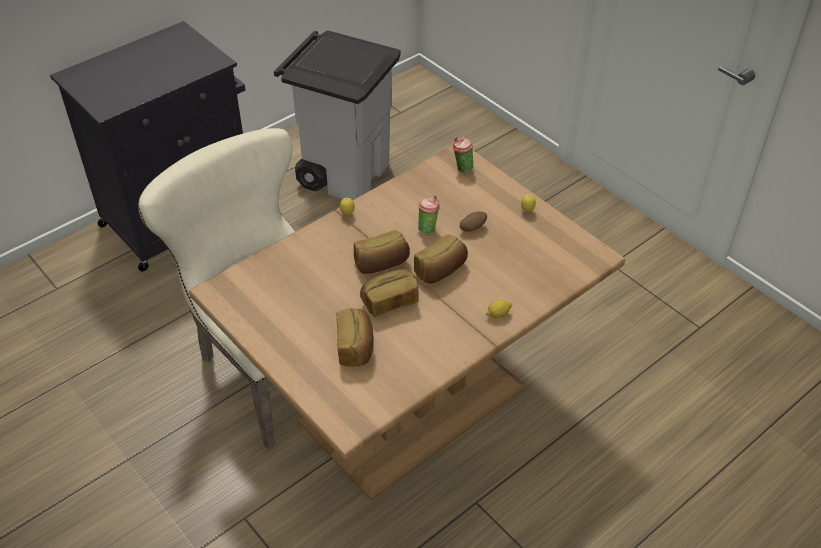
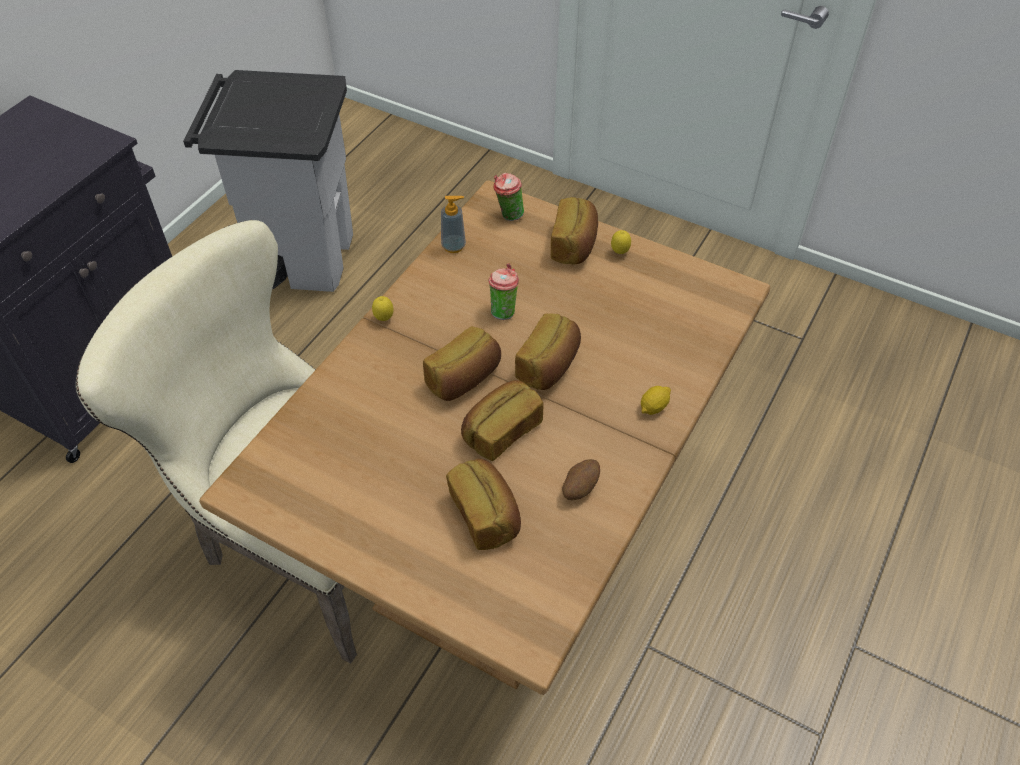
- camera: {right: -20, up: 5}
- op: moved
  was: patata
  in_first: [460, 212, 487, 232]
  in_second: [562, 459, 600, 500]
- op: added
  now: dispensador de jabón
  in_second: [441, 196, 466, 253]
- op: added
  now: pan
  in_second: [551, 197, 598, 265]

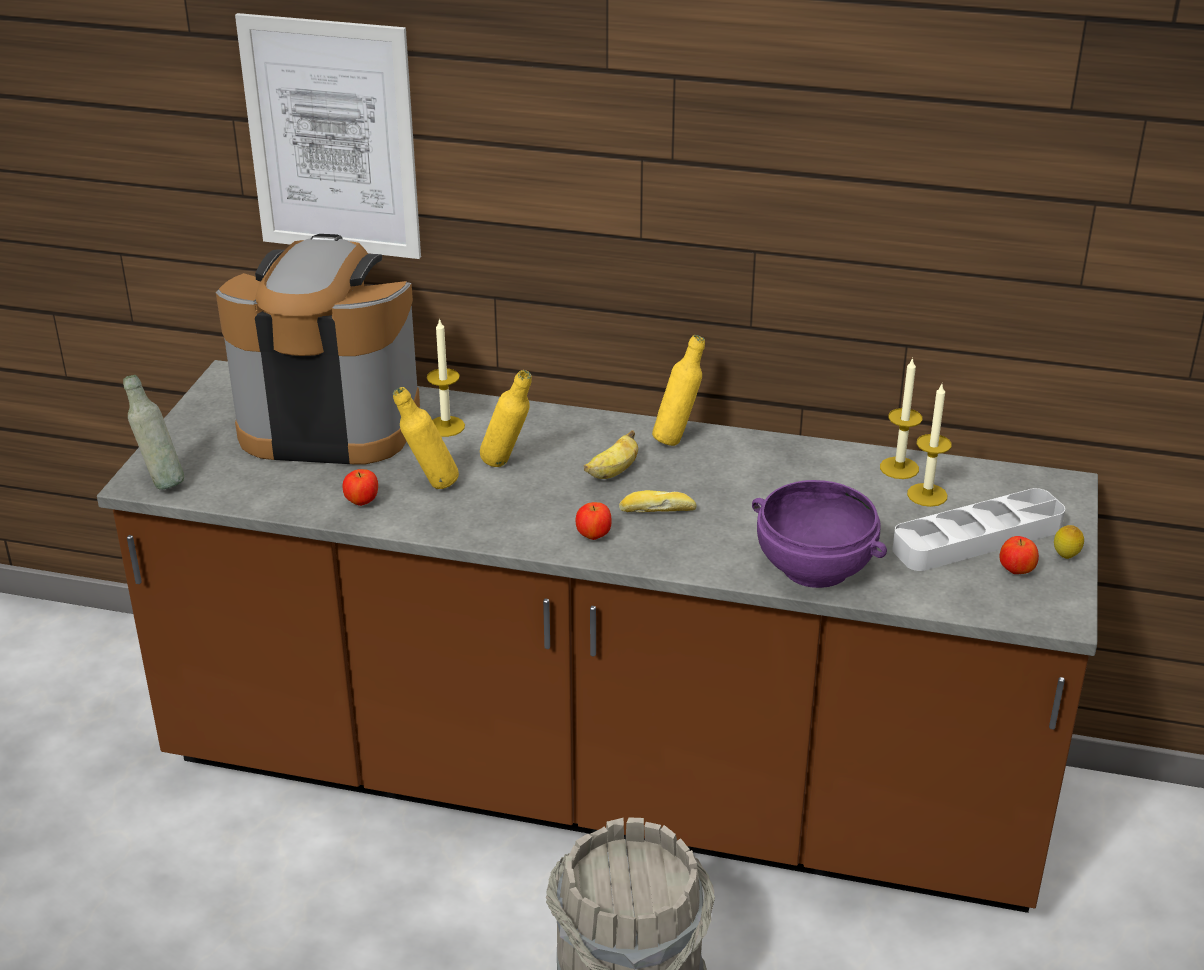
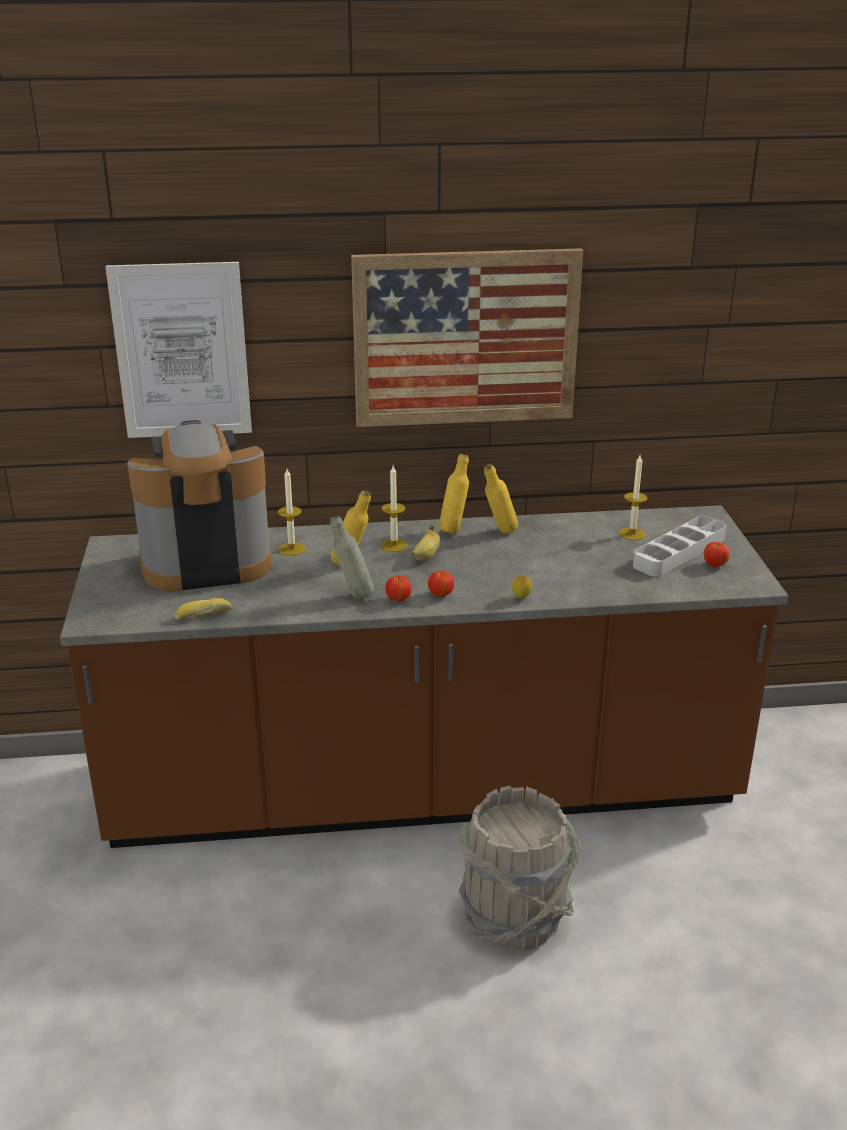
- camera: {right: -20, up: -5}
- op: moved
  was: vela
  in_first: [880, 357, 922, 479]
  in_second: [381, 466, 408, 552]
- op: moved
  was: botella [gris]
  in_first: [123, 375, 184, 490]
  in_second: [330, 516, 374, 599]
- op: moved
  was: botella [amarillo]
  in_first: [393, 387, 459, 489]
  in_second: [484, 464, 518, 534]
- op: moved
  was: manzana
  in_first: [343, 469, 378, 506]
  in_second: [385, 575, 411, 602]
- op: removed
  was: cuenco [morado]
  in_first: [752, 480, 887, 588]
- op: moved
  was: pan
  in_first: [619, 490, 697, 512]
  in_second: [174, 598, 232, 620]
- op: moved
  was: limón
  in_first: [1054, 525, 1084, 559]
  in_second: [512, 575, 532, 599]
- op: added
  now: cuadro
  in_second: [351, 248, 583, 427]

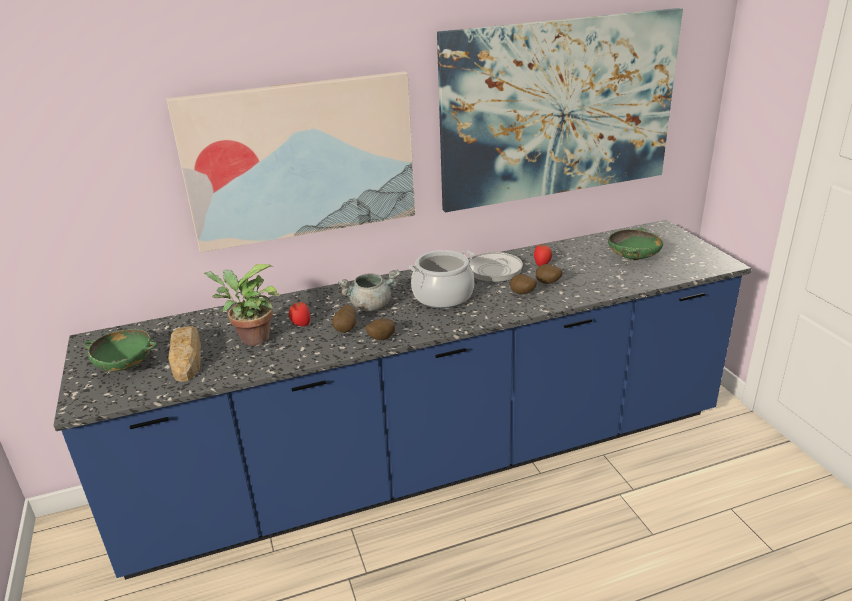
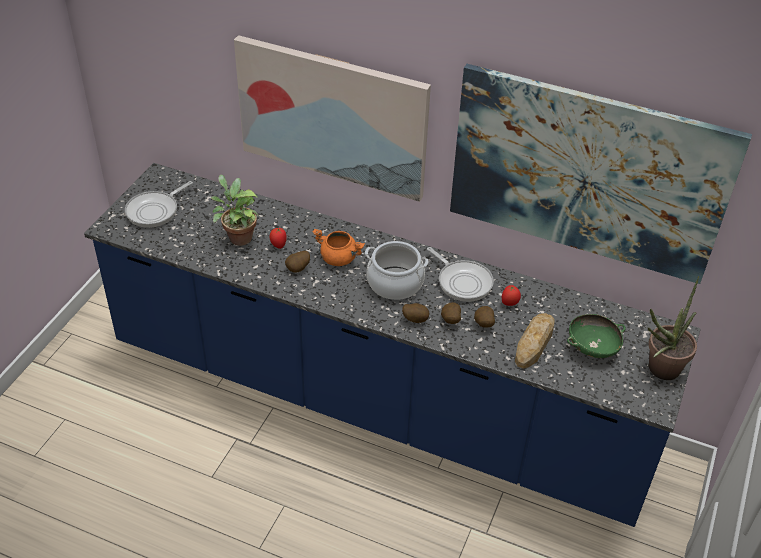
- camera: {right: 40, up: 15}
- op: recoloured
  was: olla [gris]
  now: olla [naranja]
  in_first: [338, 270, 400, 311]
  in_second: [312, 229, 365, 266]
- op: moved
  was: patata
  in_first: [366, 318, 396, 340]
  in_second: [402, 303, 429, 323]
- op: moved
  was: pan
  in_first: [168, 326, 201, 382]
  in_second: [515, 313, 555, 369]
- op: replaced
  was: cuenco [verde]
  now: sartén
  in_first: [84, 329, 157, 372]
  in_second: [125, 181, 193, 228]
- op: added
  now: planta en maceta
  in_second: [648, 276, 699, 380]

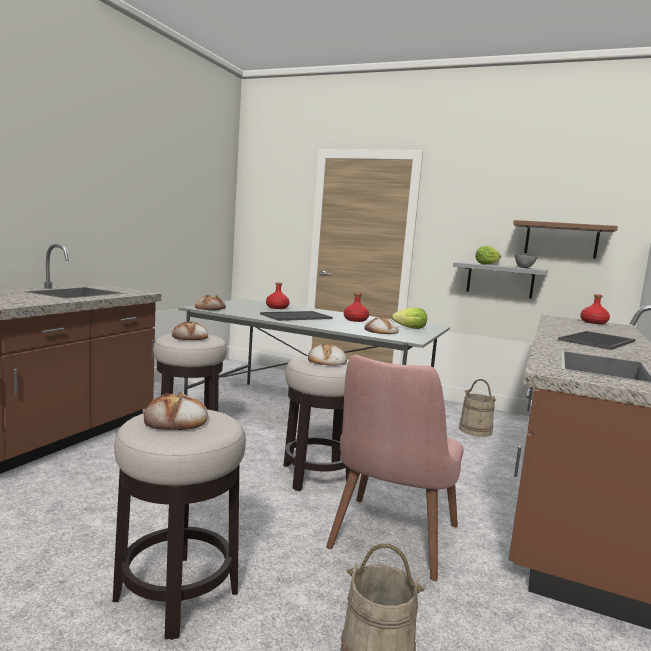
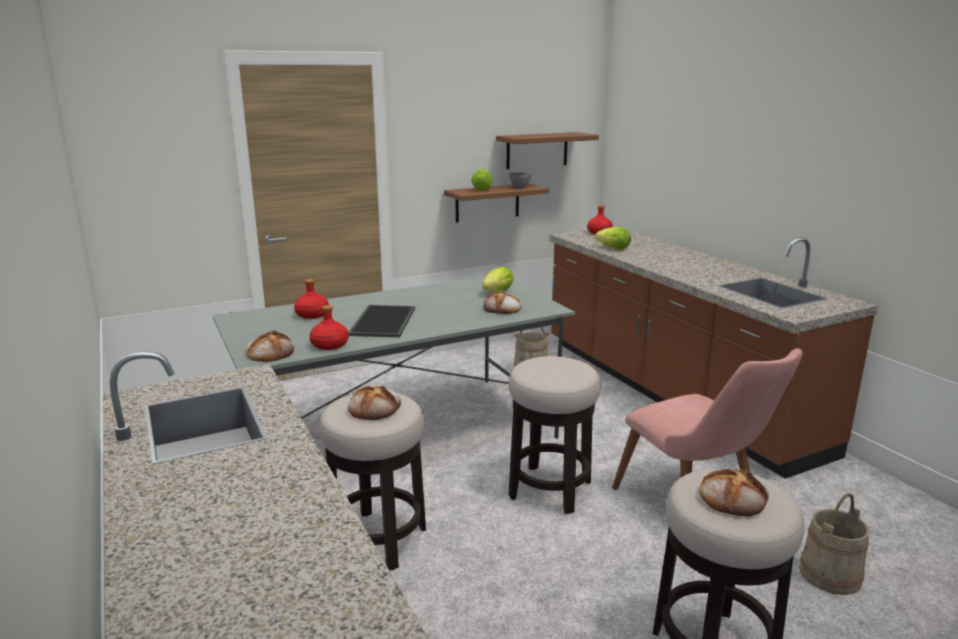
- camera: {right: -50, up: 10}
- op: recoloured
  was: estante [gris]
  now: estante [marrón]
  in_first: [453, 262, 548, 298]
  in_second: [444, 183, 549, 223]
- op: moved
  was: botella [rojo]
  in_first: [344, 293, 369, 322]
  in_second: [309, 305, 349, 350]
- op: removed
  was: bandeja
  in_first: [558, 331, 635, 350]
- op: removed
  was: pan
  in_first: [308, 343, 347, 366]
- op: added
  now: lechuga
  in_second: [595, 227, 631, 249]

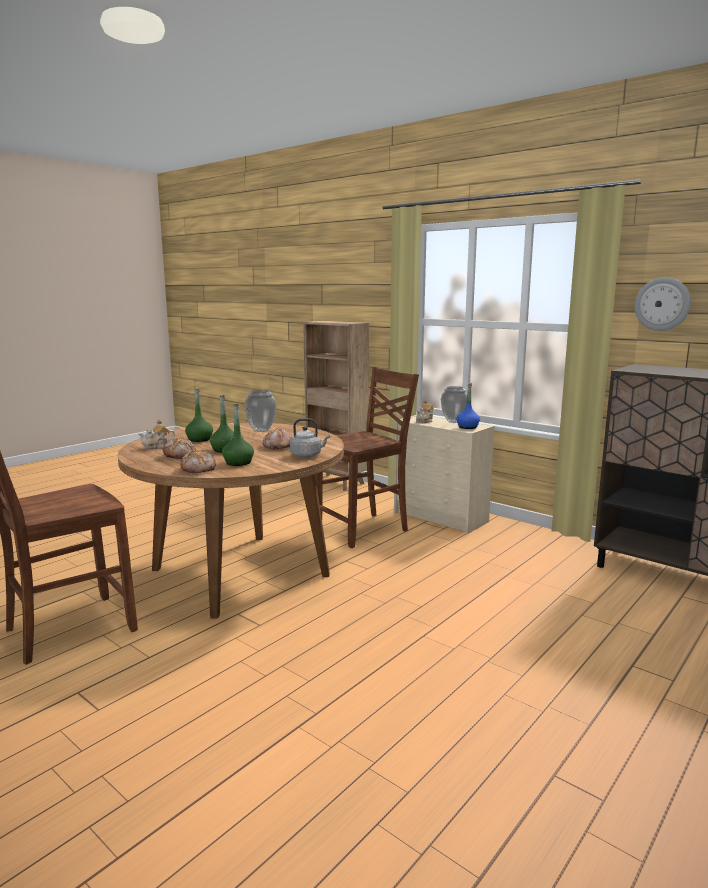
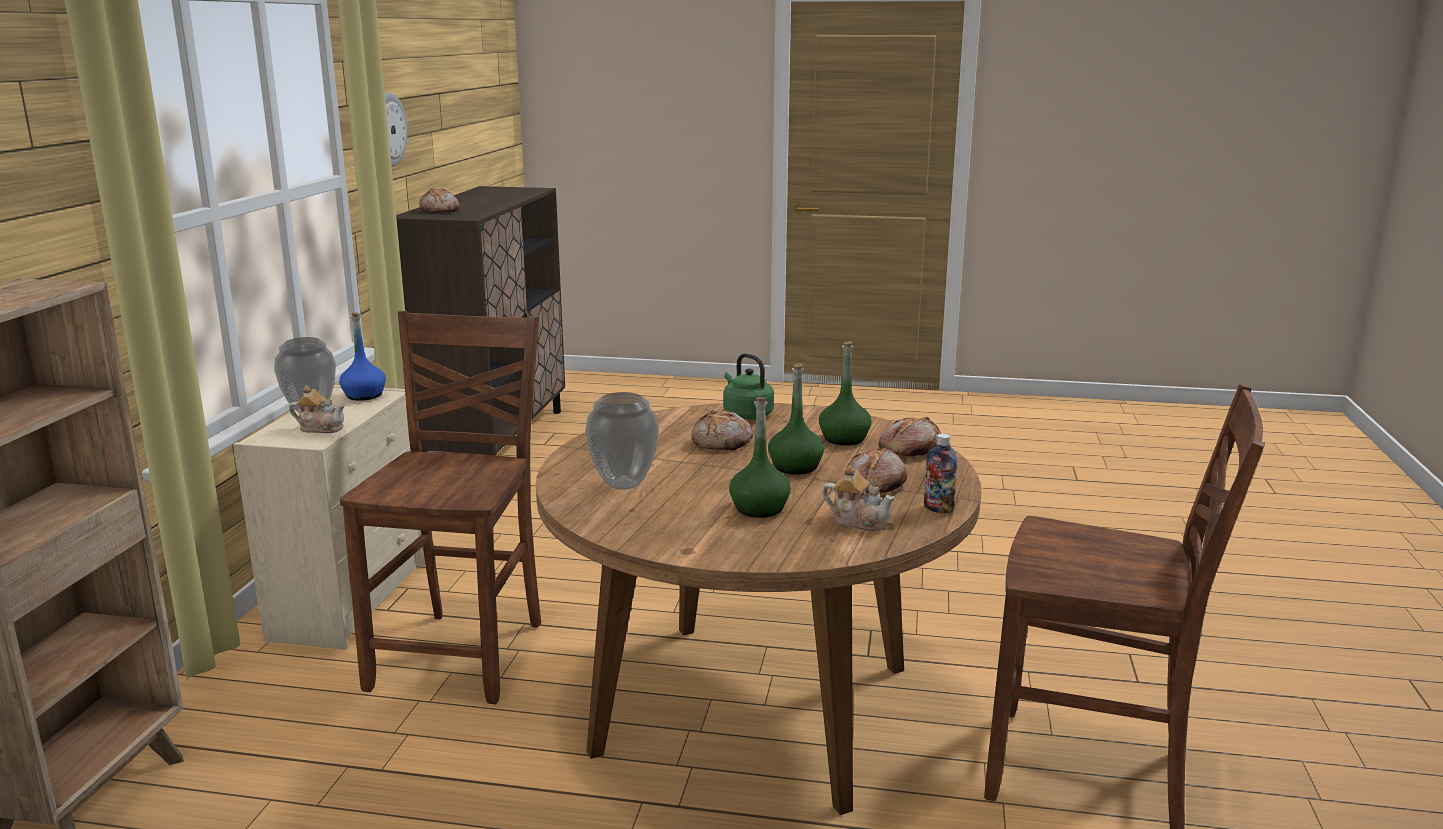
- camera: {right: -120, up: 5}
- op: turned
  was: silla [marrón]
  in_first: [315, 367, 419, 548]
  in_second: [340, 311, 541, 704]
  clockwise: 75
- op: recoloured
  was: hervidor [gris]
  now: hervidor [verde]
  in_first: [290, 418, 330, 458]
  in_second: [723, 353, 774, 420]
- op: added
  now: pan
  in_second: [419, 188, 459, 213]
- op: added
  now: botella
  in_second: [924, 434, 957, 514]

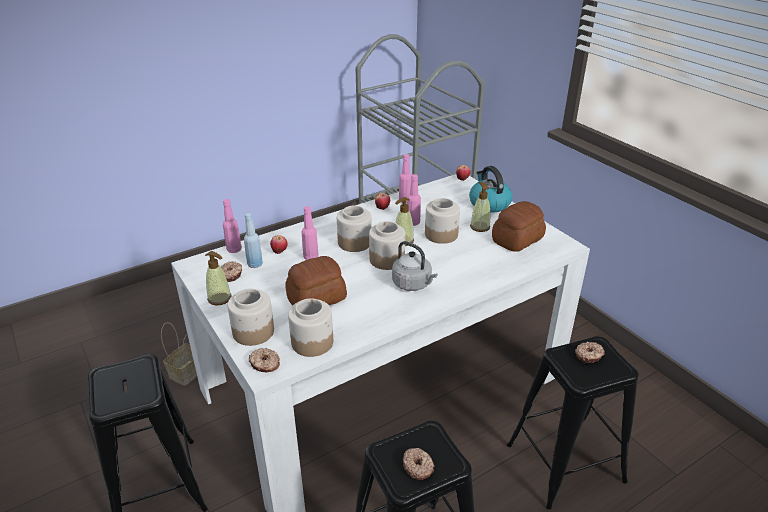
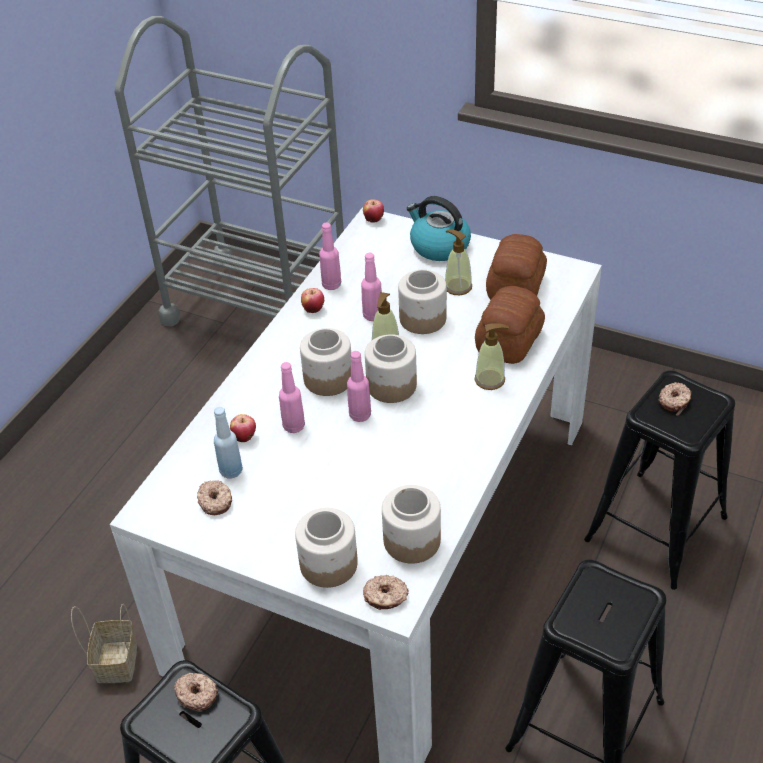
- camera: {right: -30, up: 10}
- op: moved
  was: botella [rosa]
  in_first: [223, 199, 242, 253]
  in_second: [347, 351, 371, 422]
- op: removed
  was: hervidor [gris]
  in_first: [392, 241, 437, 291]
- op: moved
  was: dispensador de jabón
  in_first: [205, 251, 232, 305]
  in_second: [474, 323, 509, 390]
- op: moved
  was: pan
  in_first: [285, 256, 347, 306]
  in_second: [475, 286, 545, 364]
- op: moved
  was: rosquilla
  in_first: [403, 448, 435, 480]
  in_second: [174, 673, 218, 711]

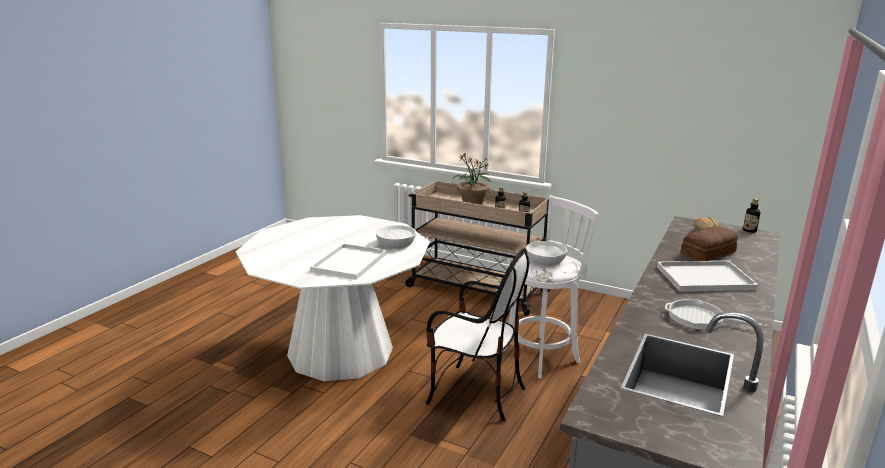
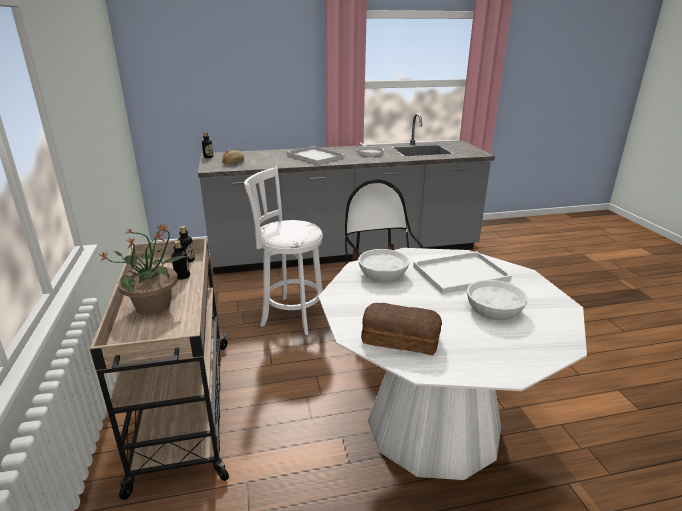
- camera: {right: -130, up: 5}
- op: moved
  was: pan
  in_first: [681, 226, 738, 261]
  in_second: [361, 303, 442, 355]
- op: moved
  was: cuenco [blanco]
  in_first: [526, 241, 567, 266]
  in_second: [467, 280, 528, 320]

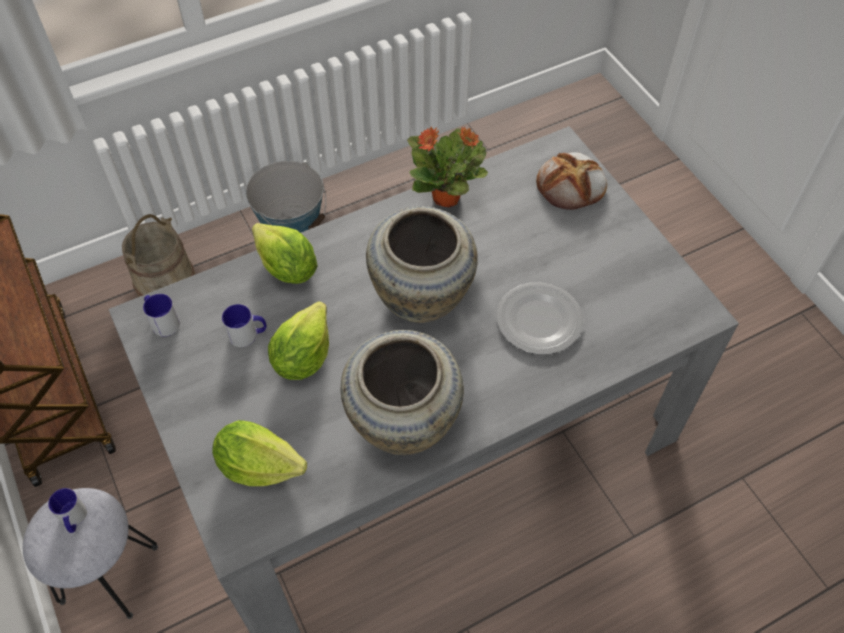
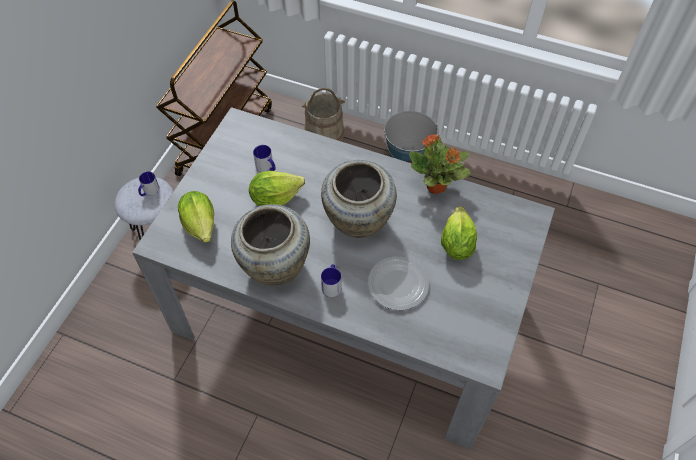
- camera: {right: 50, up: 0}
- op: removed
  was: pan
  in_first: [536, 152, 607, 210]
- op: moved
  was: lechuga
  in_first: [252, 223, 318, 284]
  in_second: [441, 206, 477, 260]
- op: moved
  was: taza grande
  in_first: [143, 294, 180, 337]
  in_second: [321, 264, 342, 297]

